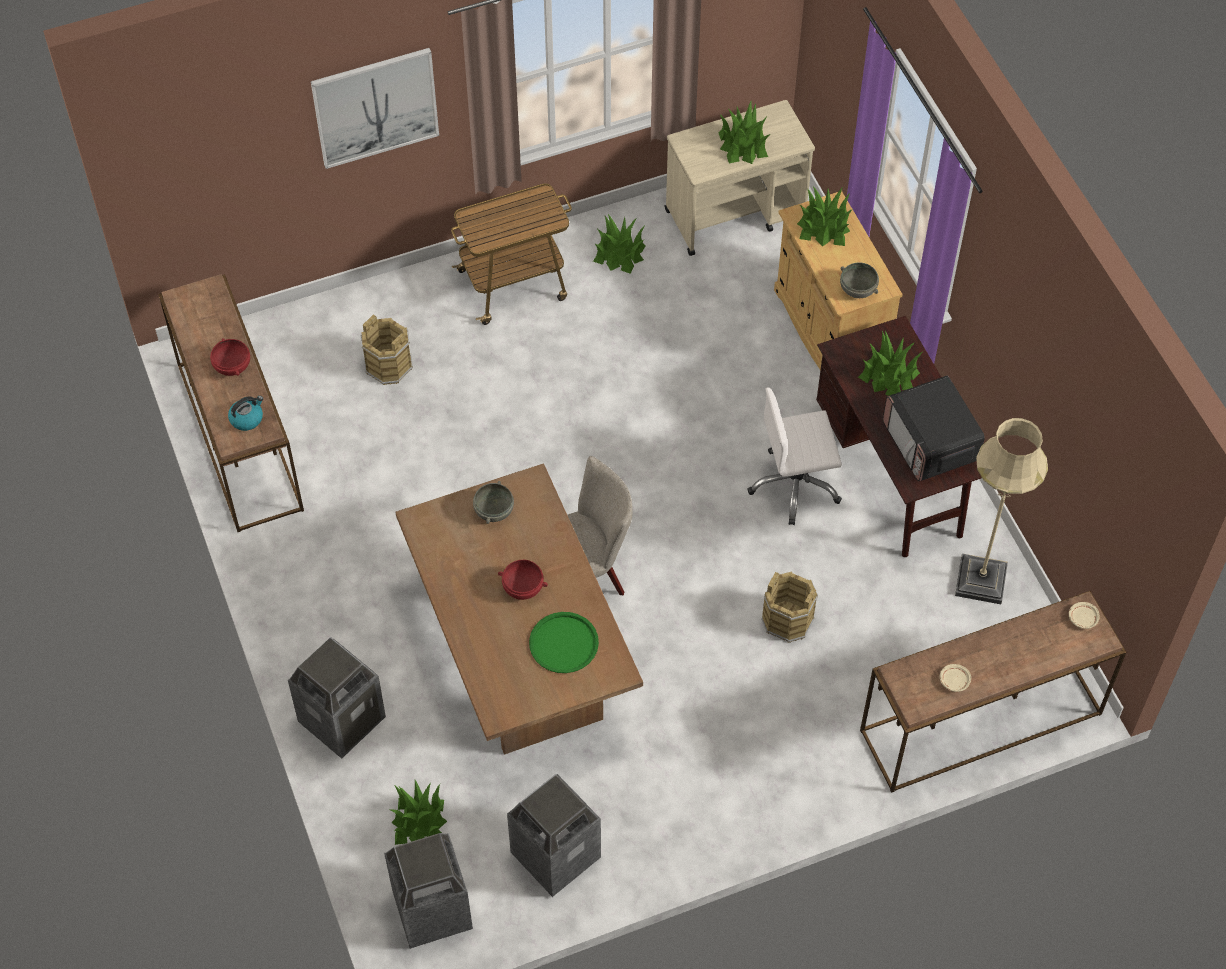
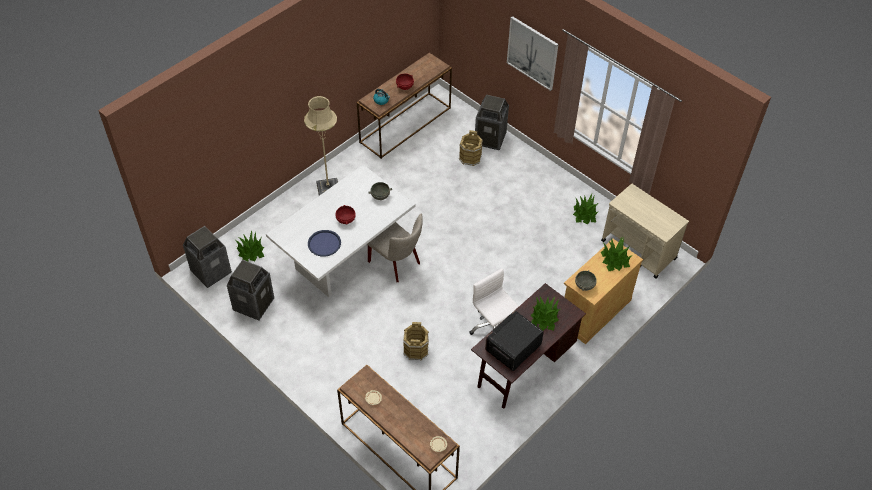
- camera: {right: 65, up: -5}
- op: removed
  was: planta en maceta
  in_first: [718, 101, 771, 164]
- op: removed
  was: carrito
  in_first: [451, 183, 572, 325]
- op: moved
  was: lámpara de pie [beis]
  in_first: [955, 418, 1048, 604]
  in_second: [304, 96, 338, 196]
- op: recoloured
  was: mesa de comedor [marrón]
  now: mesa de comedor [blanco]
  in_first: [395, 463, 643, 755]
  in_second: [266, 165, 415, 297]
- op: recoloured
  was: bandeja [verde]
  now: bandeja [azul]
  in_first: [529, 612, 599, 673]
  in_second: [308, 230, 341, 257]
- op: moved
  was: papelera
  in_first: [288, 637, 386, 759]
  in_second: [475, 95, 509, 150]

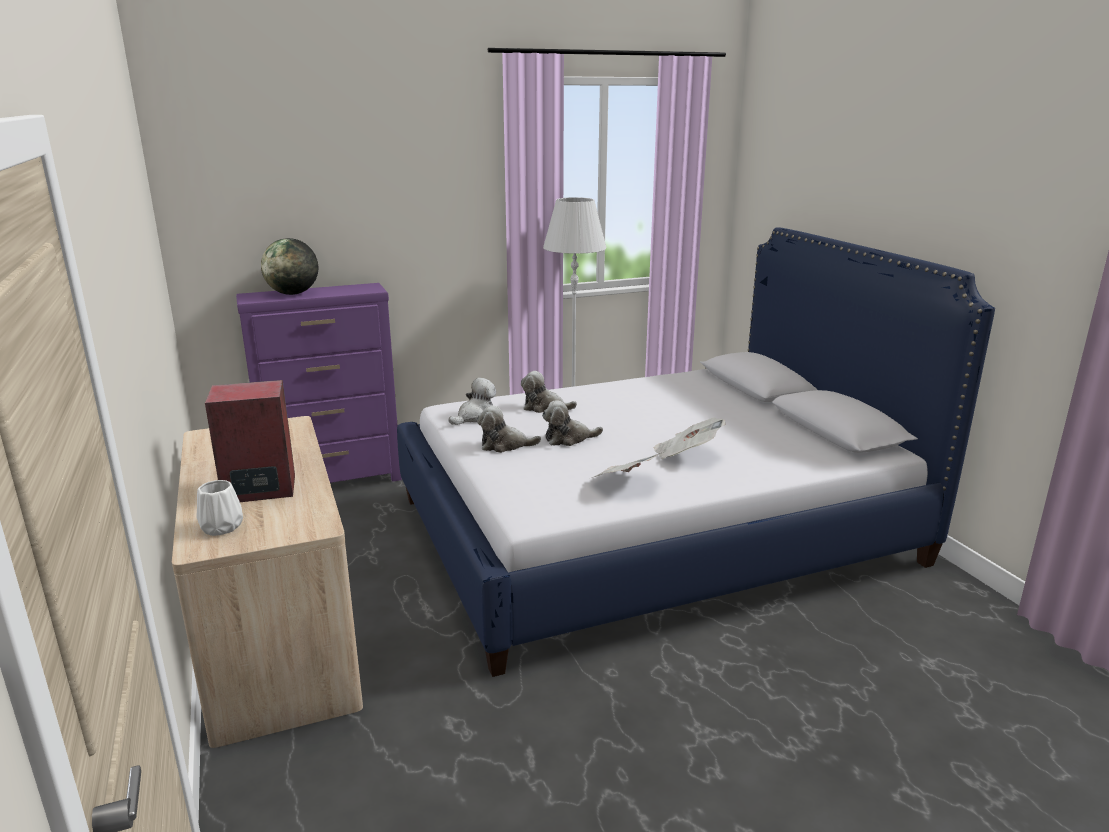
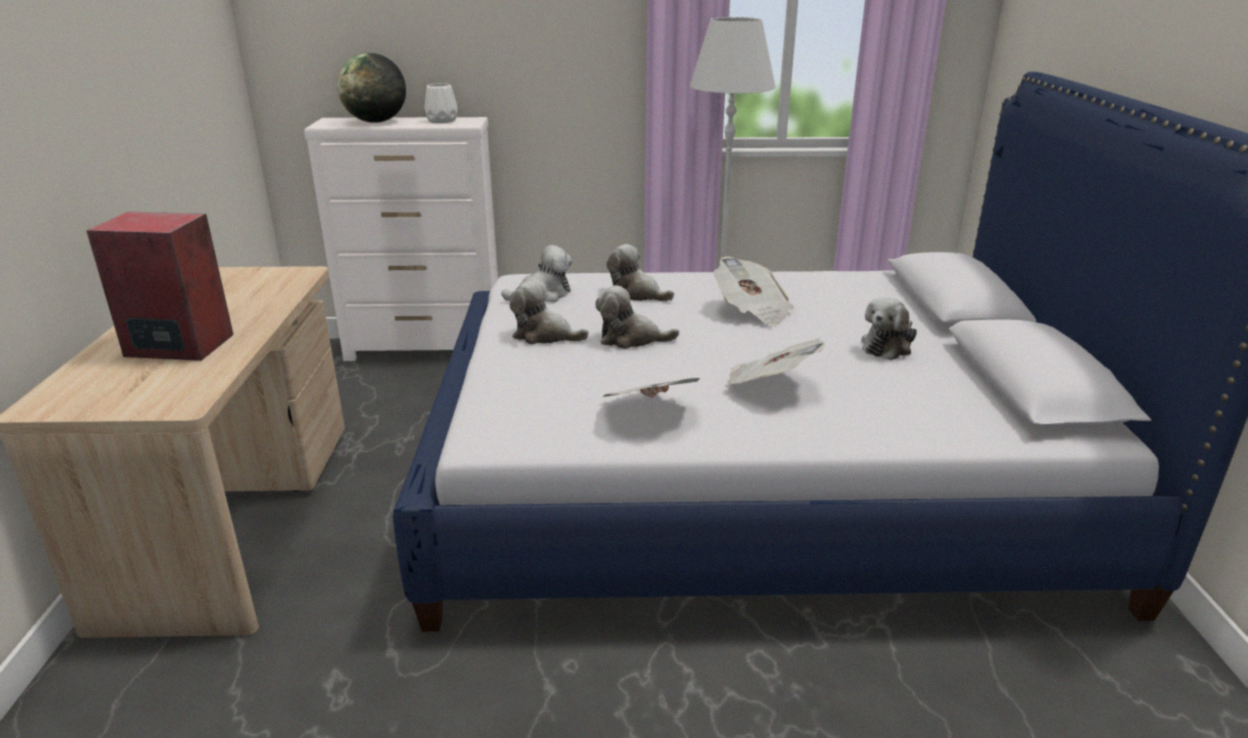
- camera: {right: 20, up: 5}
- op: recoloured
  was: cómoda [morado]
  now: cómoda [blanco]
  in_first: [236, 283, 402, 483]
  in_second: [304, 117, 498, 361]
- op: moved
  was: florero [blanco]
  in_first: [197, 480, 243, 536]
  in_second: [424, 83, 457, 123]
- op: added
  now: periódico
  in_second: [713, 256, 794, 327]
- op: added
  now: peluche
  in_second: [861, 297, 917, 360]

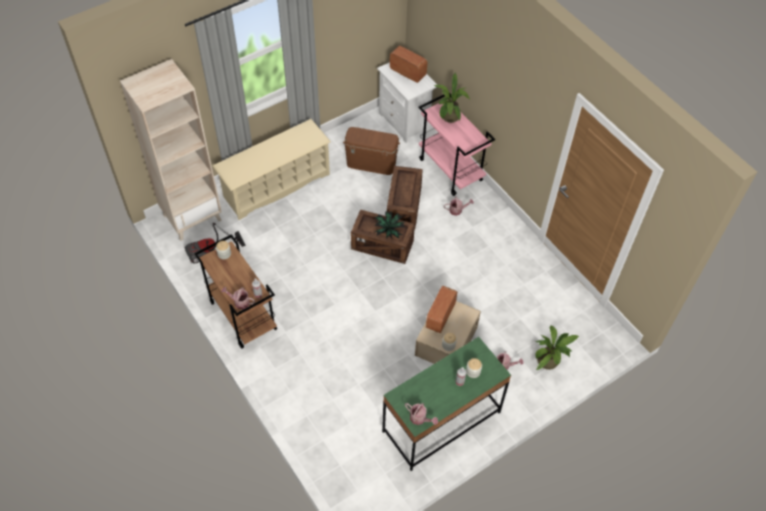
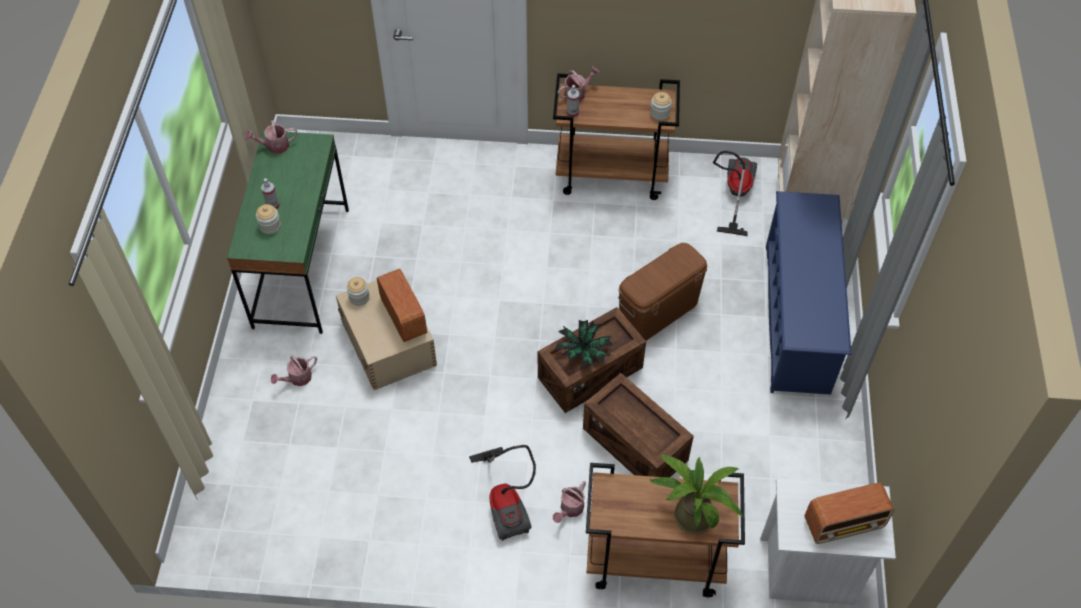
- camera: {right: 130, up: 0}
- op: recoloured
  was: carrito [rosa]
  now: carrito [marrón]
  in_first: [419, 93, 495, 196]
  in_second: [586, 463, 745, 597]
- op: recoloured
  was: zapatero [beis]
  now: zapatero [azul]
  in_first: [212, 119, 331, 220]
  in_second: [766, 191, 852, 395]
- op: moved
  was: caja de almacenaje [marrón]
  in_first: [343, 127, 400, 175]
  in_second: [618, 243, 707, 341]
- op: removed
  was: planta en maceta
  in_first: [535, 325, 580, 370]
- op: added
  now: aspiradora
  in_second: [469, 445, 536, 541]

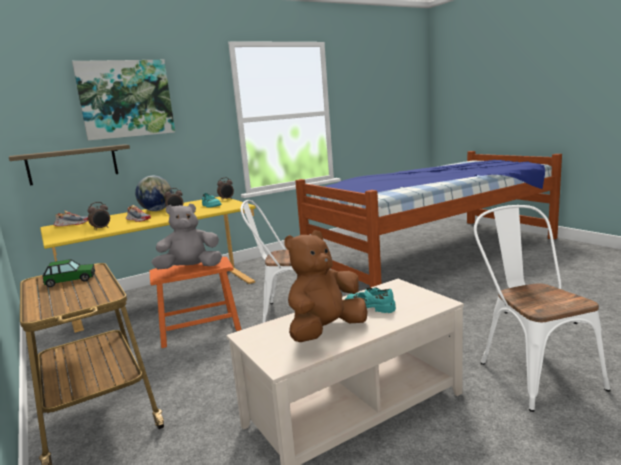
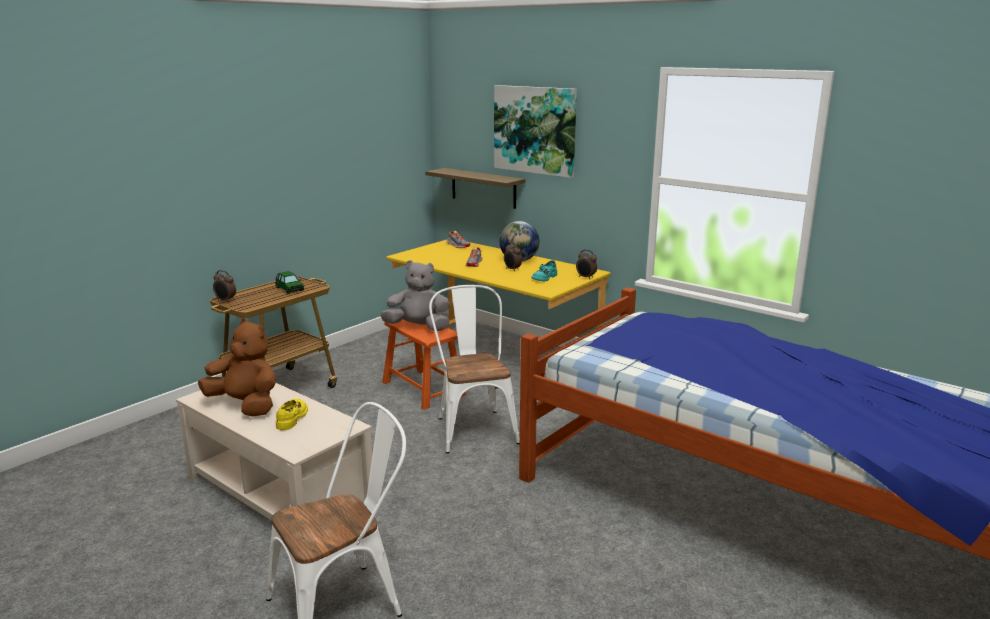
- camera: {right: 70, up: 5}
- op: moved
  was: despertador
  in_first: [88, 202, 110, 230]
  in_second: [213, 270, 236, 302]
- op: turned
  was: peluche [gris]
  in_first: [151, 204, 222, 269]
  in_second: [380, 260, 450, 331]
  clockwise: -45
- op: recoloured
  was: zapato [turquesa]
  now: zapato [amarillo]
  in_first: [344, 287, 396, 313]
  in_second: [276, 399, 308, 430]

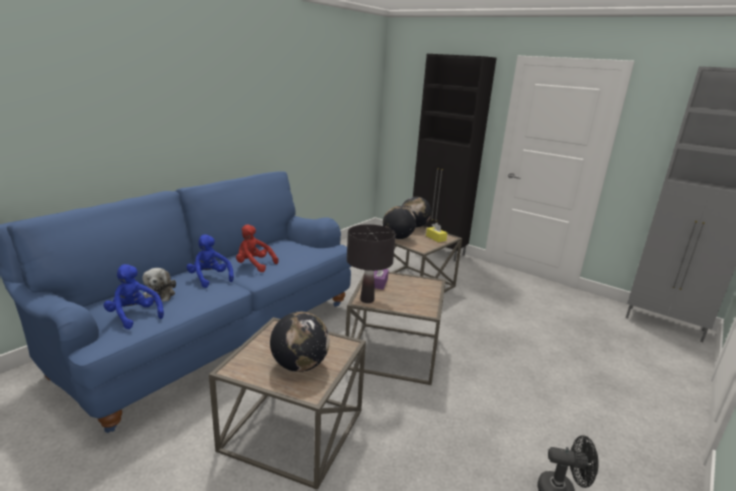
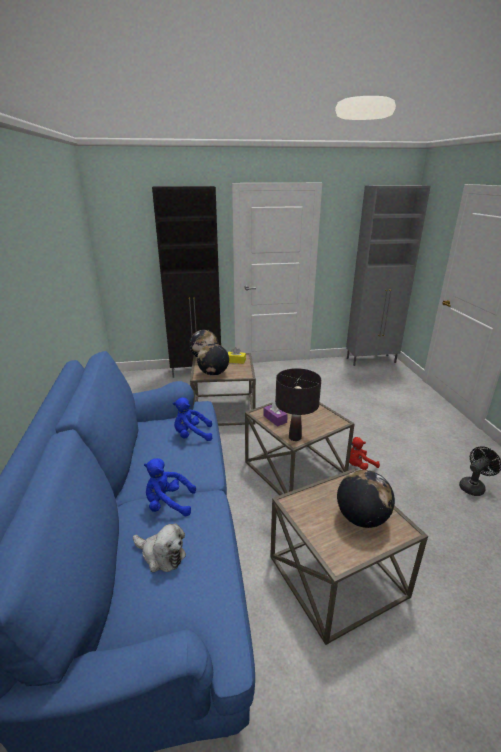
- camera: {right: -45, up: 5}
- op: moved
  was: peluche [rojo]
  in_first: [236, 225, 278, 272]
  in_second: [349, 437, 380, 470]
- op: moved
  was: peluche [azul]
  in_first: [103, 264, 164, 329]
  in_second: [173, 398, 212, 441]

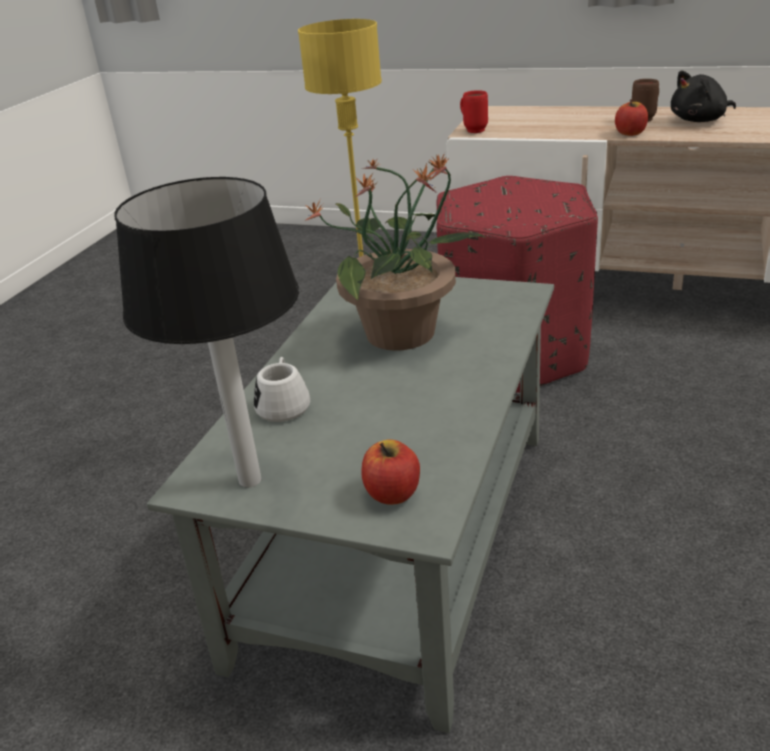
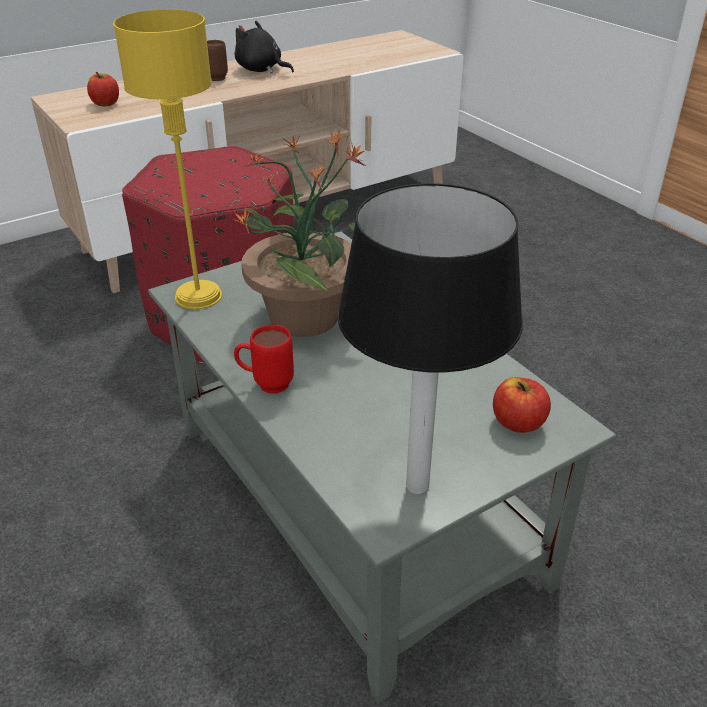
- camera: {right: -55, up: 5}
- op: turned
  was: peluche [negro]
  in_first: [671, 70, 736, 122]
  in_second: [234, 21, 294, 73]
  clockwise: 105
- op: moved
  was: taza grande [rojo]
  in_first: [460, 90, 488, 133]
  in_second: [234, 325, 294, 393]
- op: moved
  was: manzana
  in_first: [615, 99, 648, 136]
  in_second: [87, 72, 119, 106]
- op: removed
  was: taza grande [blanco]
  in_first: [254, 357, 310, 422]

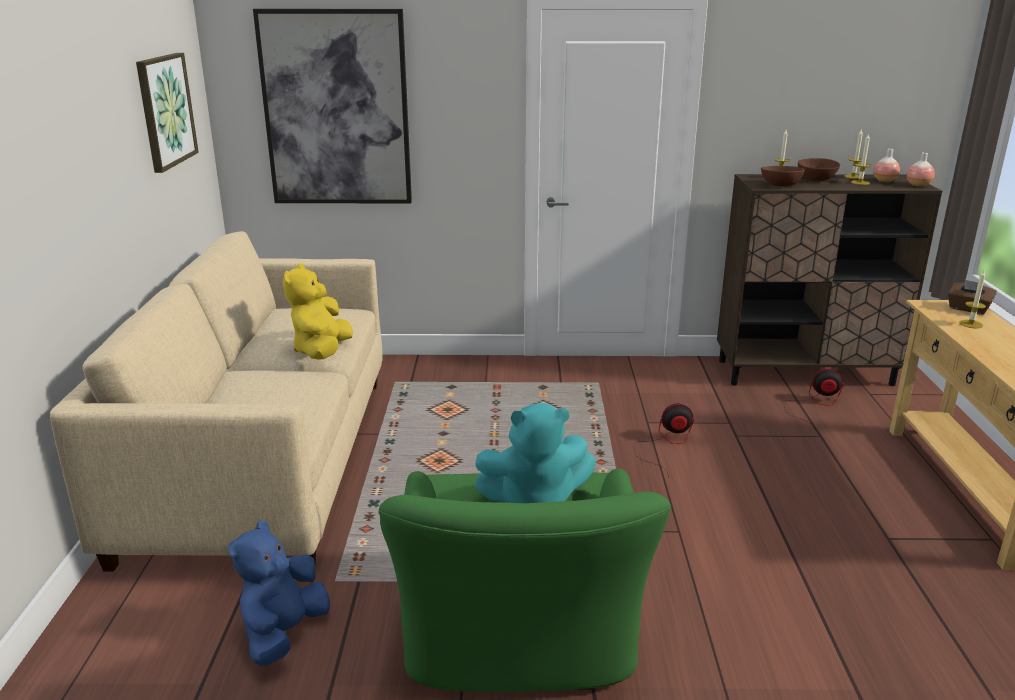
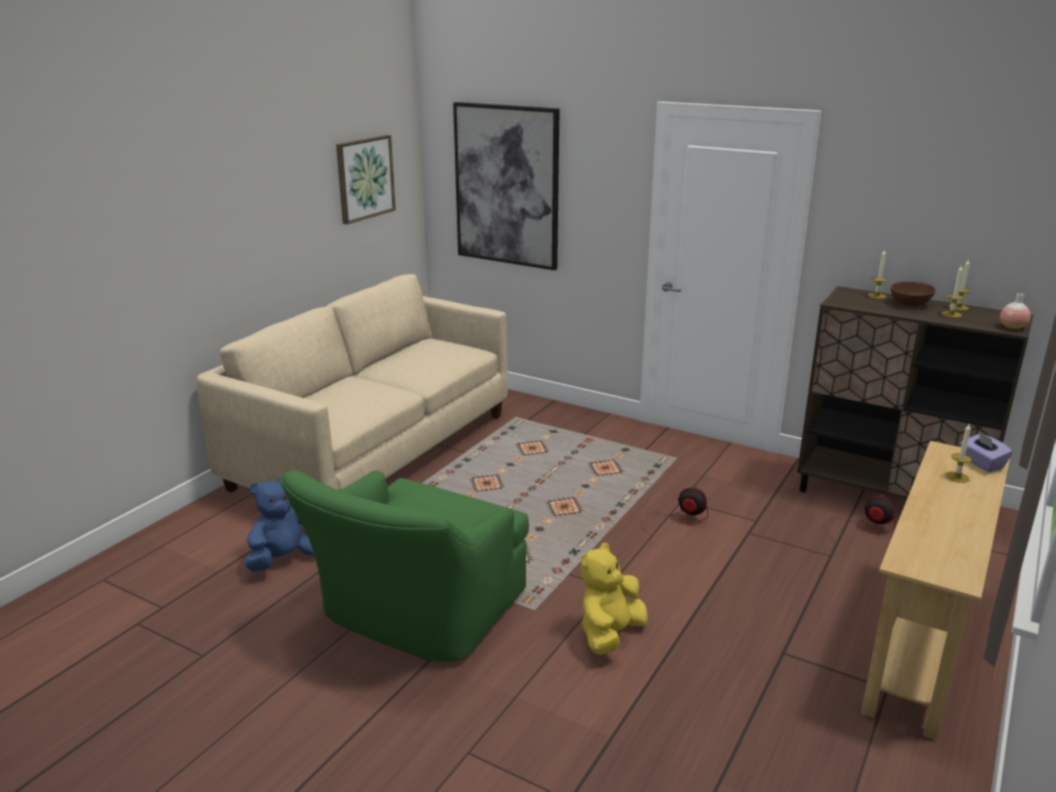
- camera: {right: 30, up: 0}
- op: removed
  was: florero
  in_first: [873, 149, 900, 182]
- op: removed
  was: cuenco [marrón]
  in_first: [761, 166, 805, 186]
- op: moved
  was: peluche [amarillo]
  in_first: [283, 263, 353, 359]
  in_second: [581, 543, 648, 655]
- op: recoloured
  was: caja de pañuelos [marrón]
  now: caja de pañuelos [morado]
  in_first: [948, 279, 997, 315]
  in_second: [960, 432, 1013, 472]
- op: removed
  was: peluche [turquesa]
  in_first: [474, 403, 596, 503]

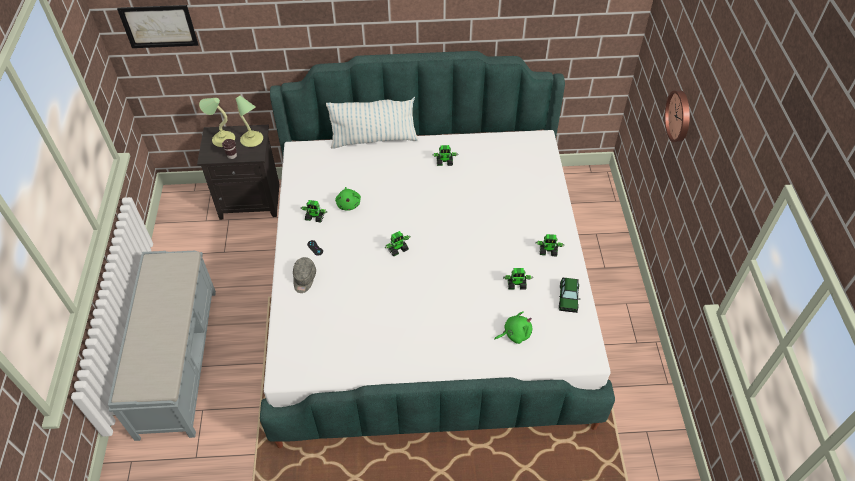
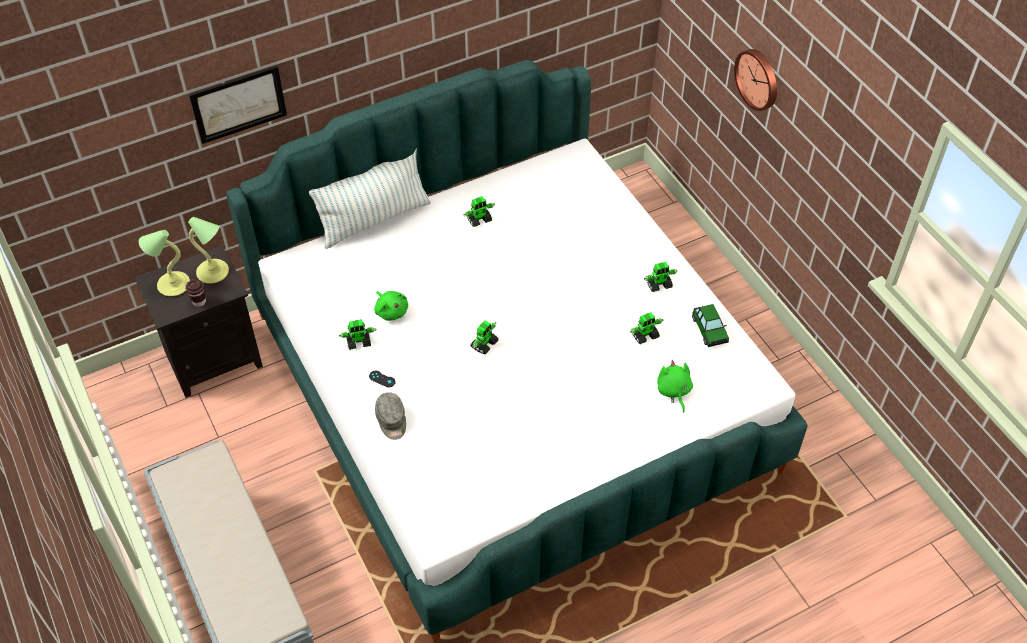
- camera: {right: -25, up: 0}
- op: moved
  was: cuadro
  in_first: [117, 5, 199, 48]
  in_second: [189, 66, 287, 144]
- op: turned
  was: peluche [verde]
  in_first: [494, 312, 532, 344]
  in_second: [657, 360, 693, 412]
  clockwise: -60

